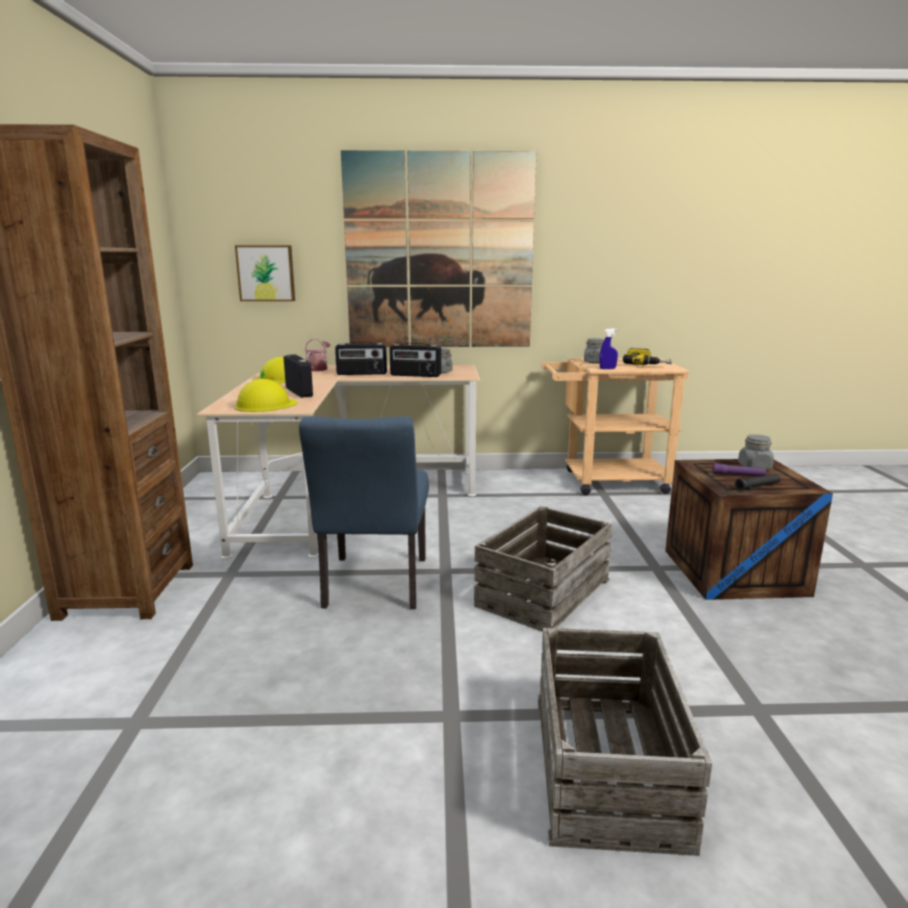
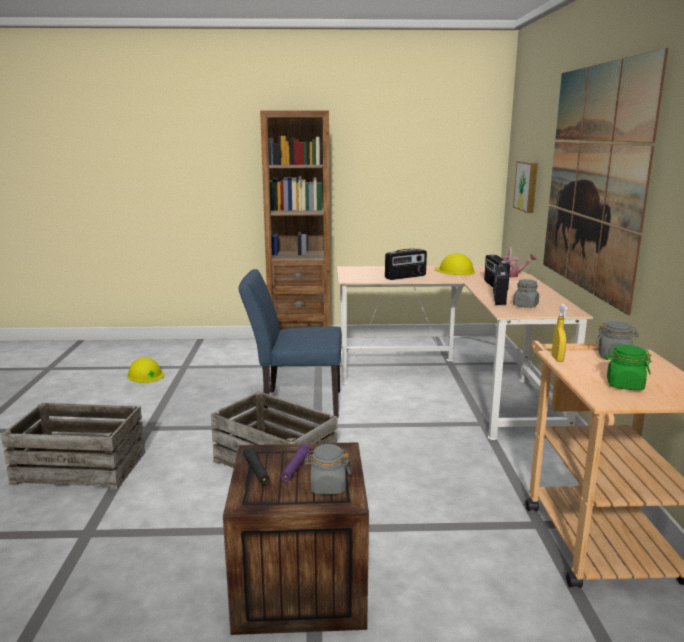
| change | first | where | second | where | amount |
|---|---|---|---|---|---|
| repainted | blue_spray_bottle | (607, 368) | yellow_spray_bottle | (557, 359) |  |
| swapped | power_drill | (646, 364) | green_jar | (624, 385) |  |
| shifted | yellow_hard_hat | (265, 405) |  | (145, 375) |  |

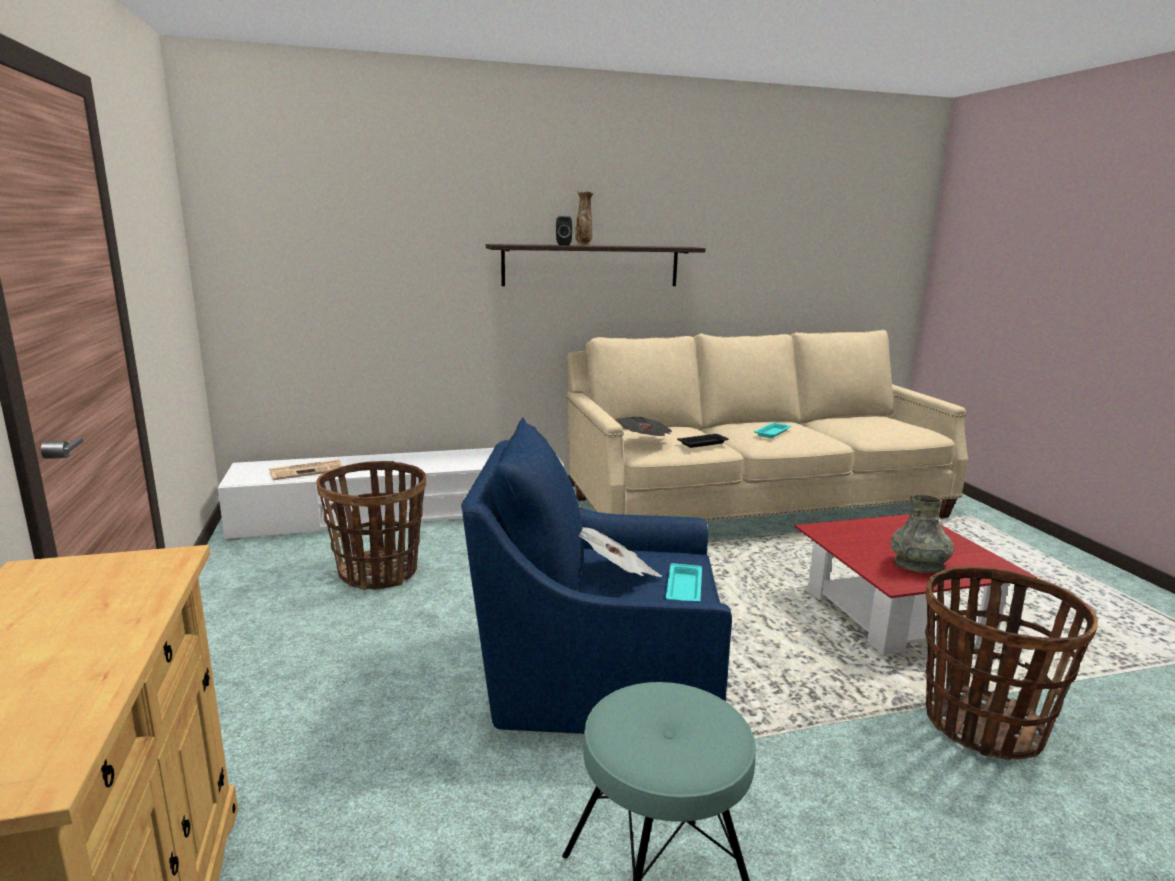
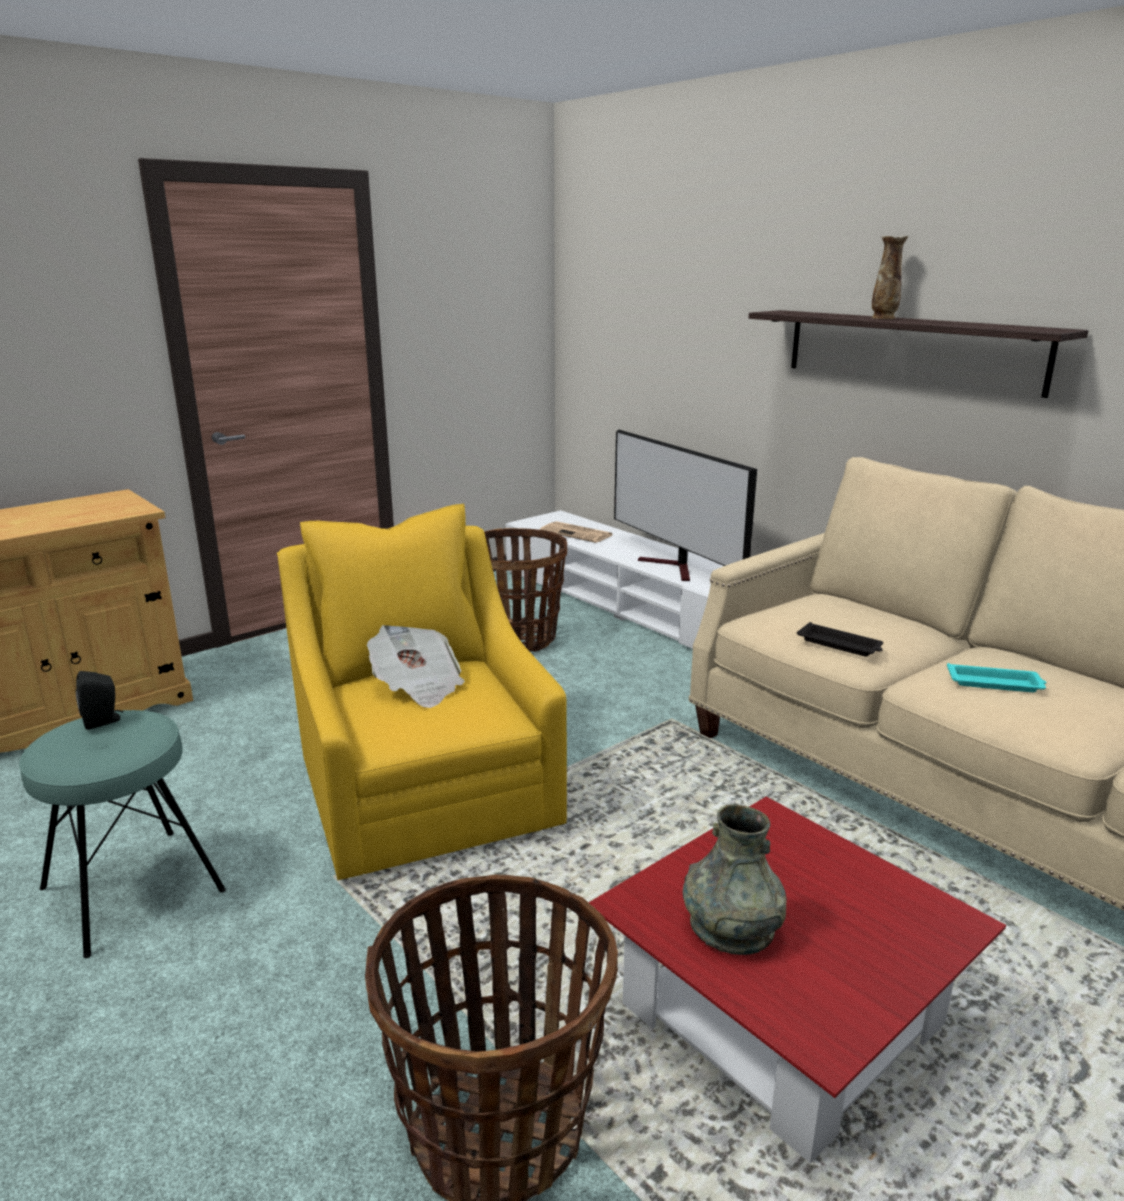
| change | first | where | second | where | amount |
|---|---|---|---|---|---|
| shifted | black_speaker | (563, 245) |  | (103, 721) |  |
| gone | newspaper | (644, 442) |  |  |  |
| repainted | blue_armchair | (596, 674) | yellow_armchair | (424, 787) |  |
| gone | turquoise_tray | (684, 589) |  |  |  |
| new |  |  | television | (675, 568) |  |

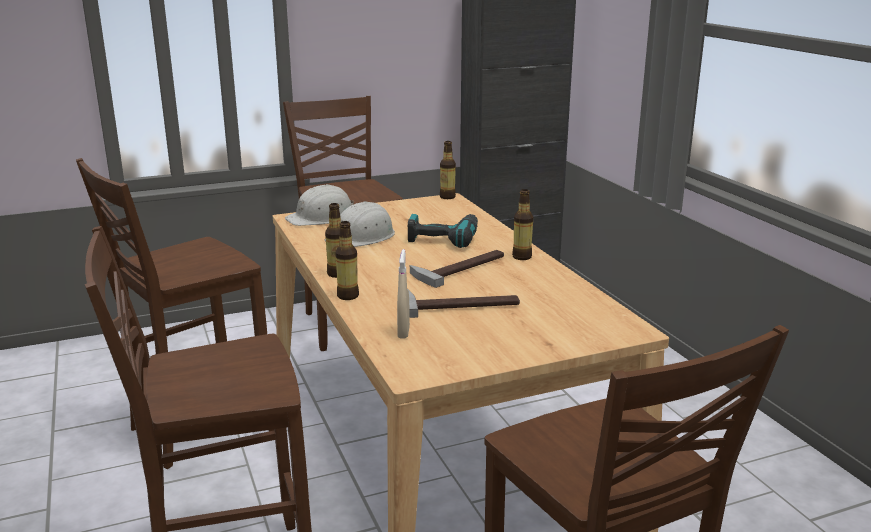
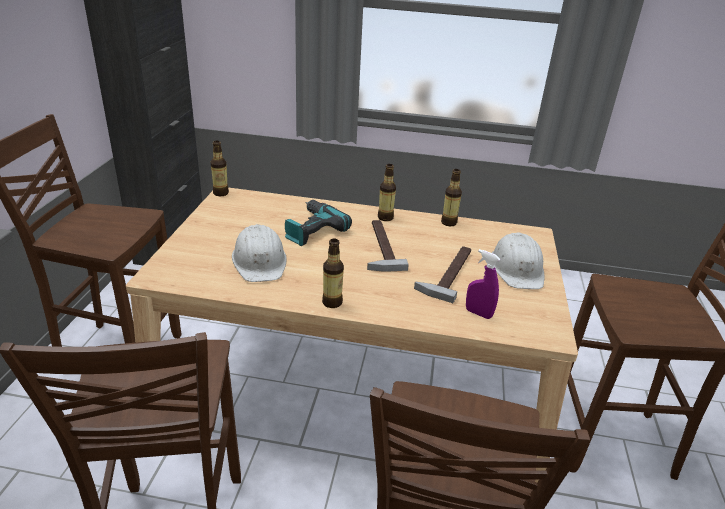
| change | first | where | second | where | amount |
|---|---|---|---|---|---|
| shifted | white_hard_hat | (322, 217) |  | (517, 268) |  |
| shifted | bottle | (348, 296) |  | (448, 222) |  |
| repainted | beige_spray_bottle | (403, 332) | purple_spray_bottle | (478, 313) |  |

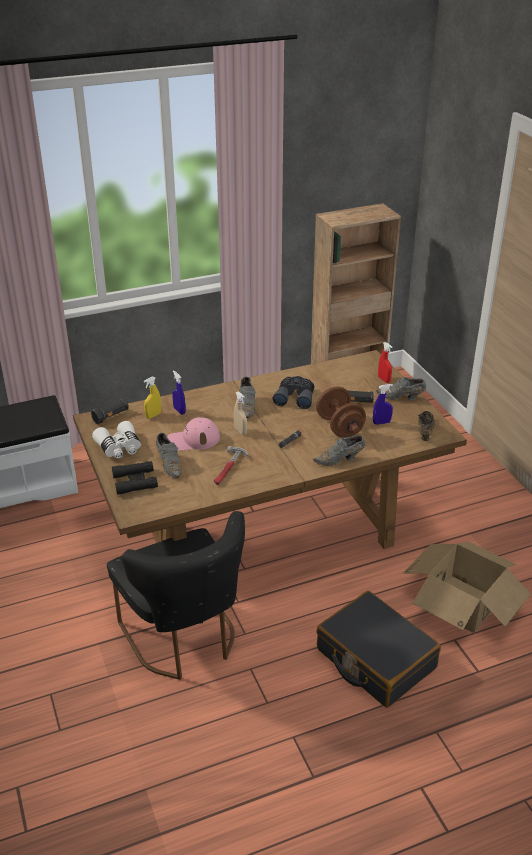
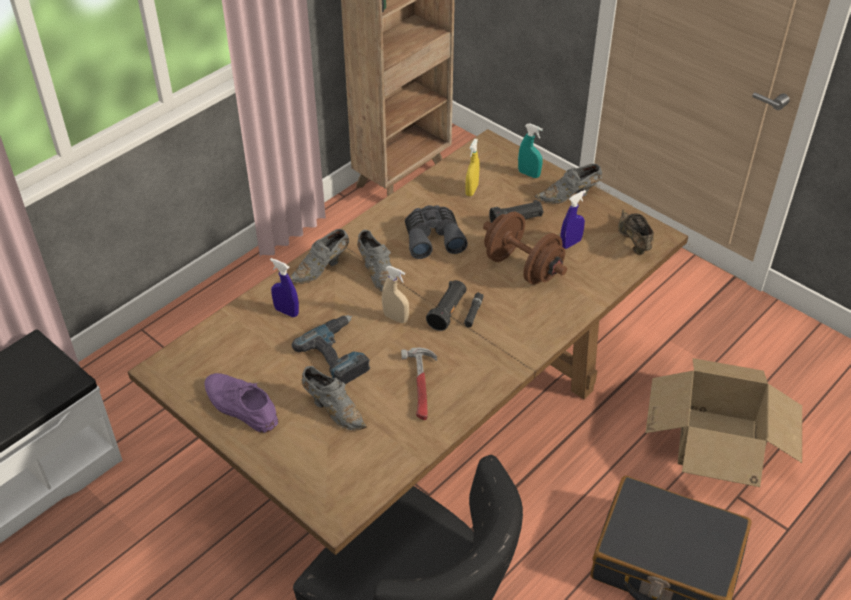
| change | first | where | second | where | amount |
|---|---|---|---|---|---|
| repainted | red_spray_bottle | (384, 380) | turquoise_spray_bottle | (529, 174) |  |
| shifted | yellow_spray_bottle | (153, 415) |  | (471, 190) |  |
| shifted | black_flashlight | (111, 417) |  | (447, 312) |  |
| swapped | pink_cap | (193, 439) | power_drill | (339, 354) |  |
| swapped | white_binoculars | (119, 448) | purple_shoe | (240, 406) |  |
| shifted | grey_shoe | (340, 460) |  | (321, 268) |  |
| gone | black_binoculars | (135, 482) |  |  |  |

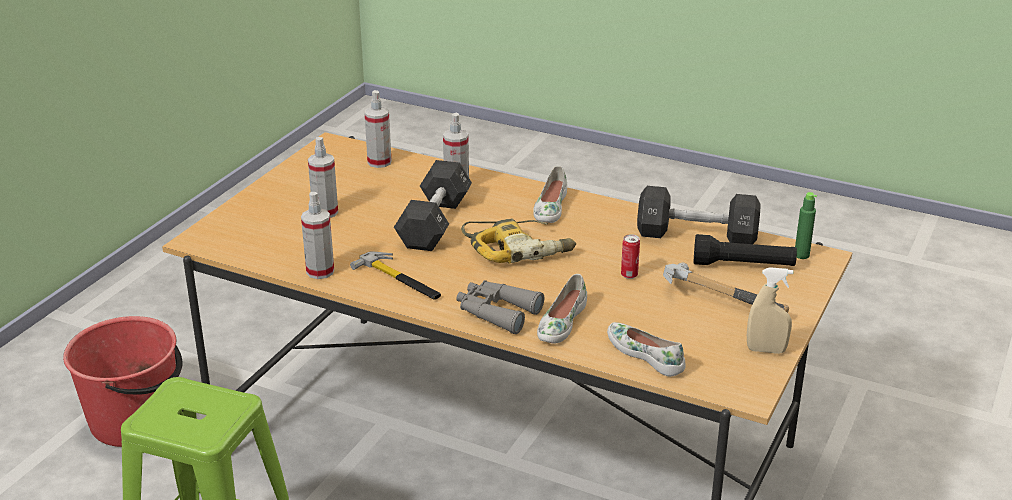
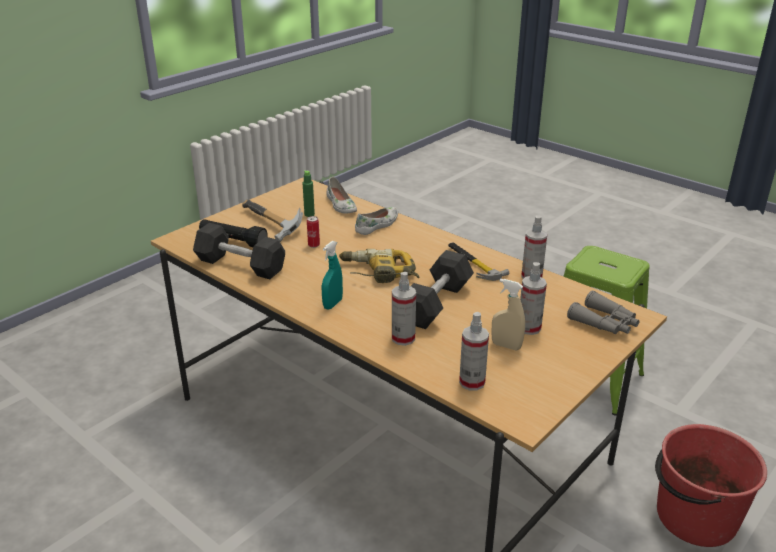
| change | first | where | second | where | amount |
|---|---|---|---|---|---|
| swapped | white_shoe | (550, 207) | turquoise_spray_bottle | (332, 304) |  |
| shifted | green_bottle | (801, 255) |  | (309, 214) |  |
| shifted | beige_spray_bottle | (766, 350) |  | (506, 346) |  |
| shifted | grey_binoculars | (496, 312) |  | (605, 323) |  |

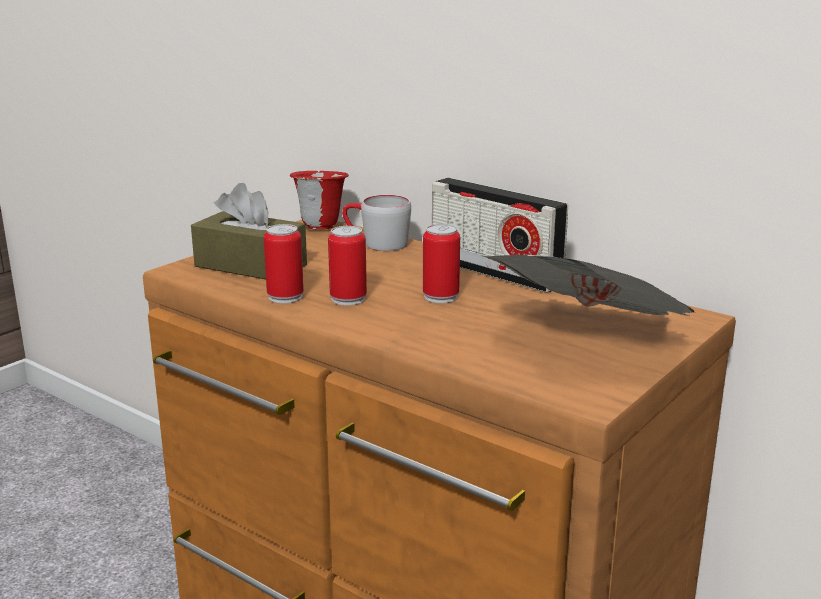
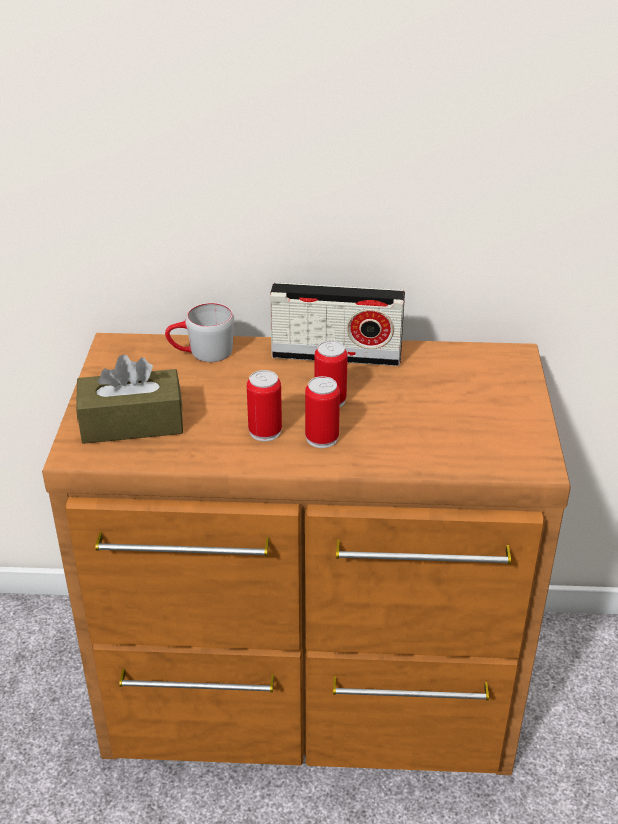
| change | first | where | second | where | amount |
|---|---|---|---|---|---|
| gone | red_mug | (321, 227) |  |  |  |
| shifted | can | (285, 297) |  | (322, 438) |  |
| gone | newspaper | (591, 340) |  |  |  |

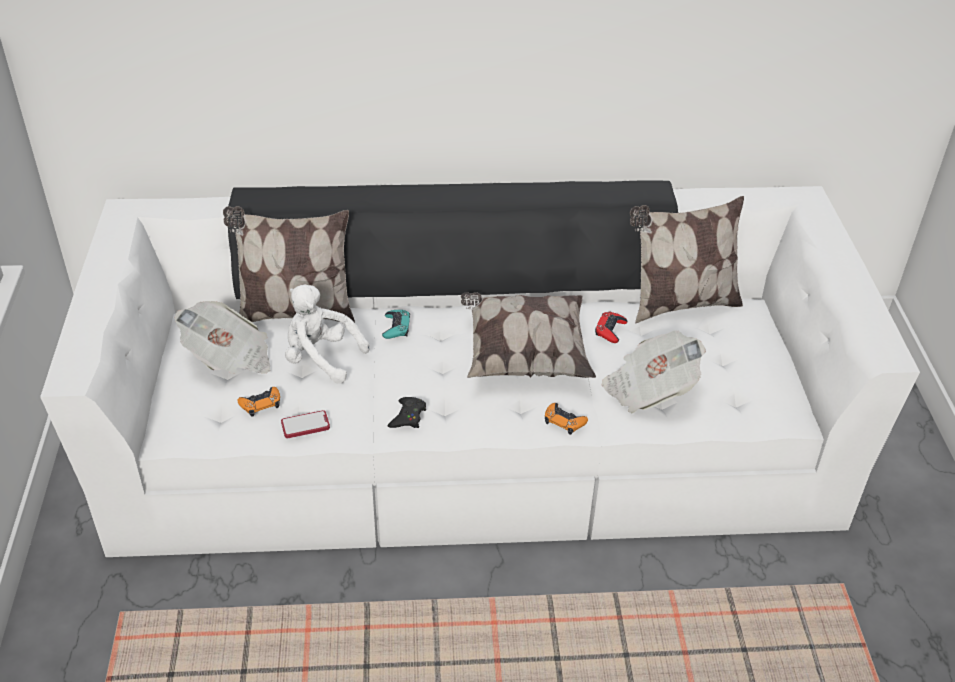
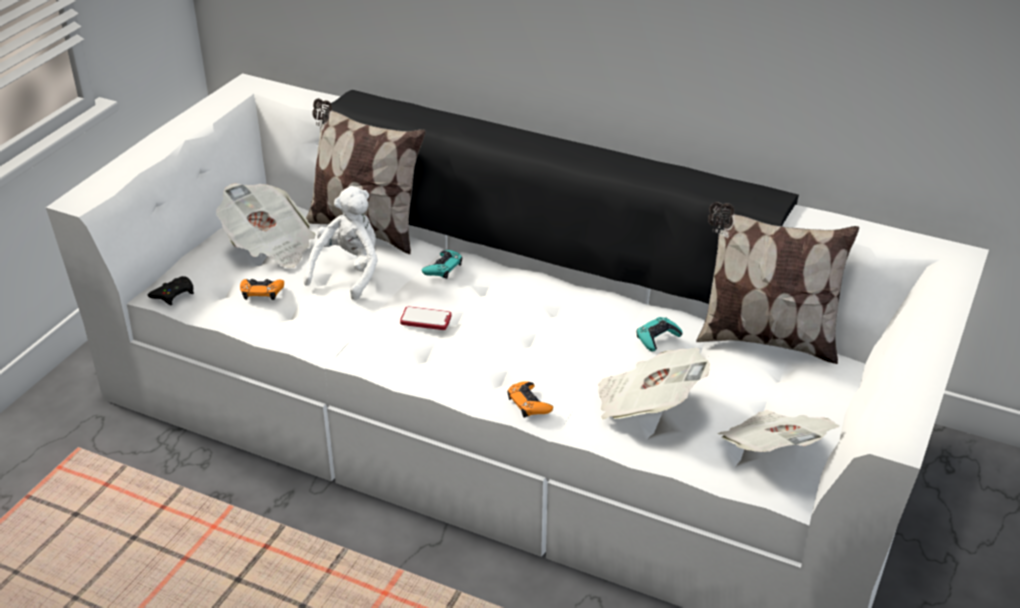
| change | first | where | second | where | amount |
|---|---|---|---|---|---|
| rotated | white_plush_toy | (321, 358) |  | (349, 272) | 60 degrees clockwise |
| gone | pillow | (524, 355) |  |  |  |
| repainted | red_game_controller | (610, 330) | turquoise_game_controller | (657, 338) |  |
| shifted | black_game_controller | (408, 416) |  | (173, 294) |  |
| shifted | phone | (305, 425) |  | (426, 320) |  |
| new |  |  | newspaper | (773, 452) |  |

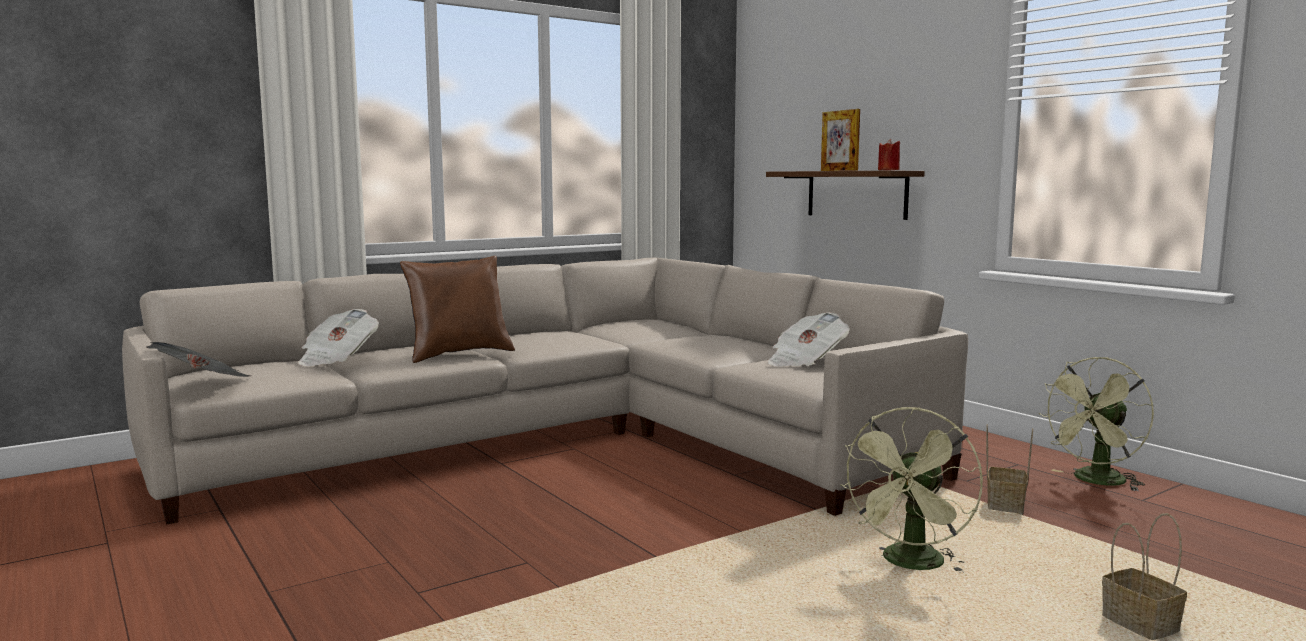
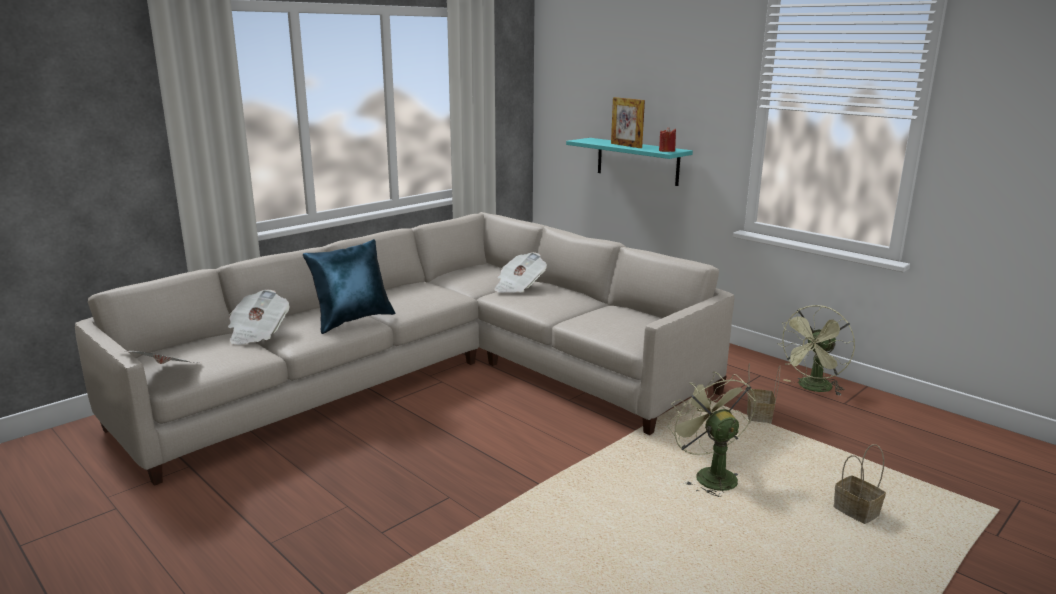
| change | first | where | second | where | amount |
|---|---|---|---|---|---|
| repainted | brown_shelf | (856, 194) | turquoise_shelf | (637, 161) |  |
| repainted | brown_pillow | (459, 354) | blue_pillow | (353, 320) |  |
| shifted | newspaper | (805, 362) |  | (518, 287) |  |
| rotated | green_fan | (911, 565) |  | (709, 475) | 135 degrees clockwise |

